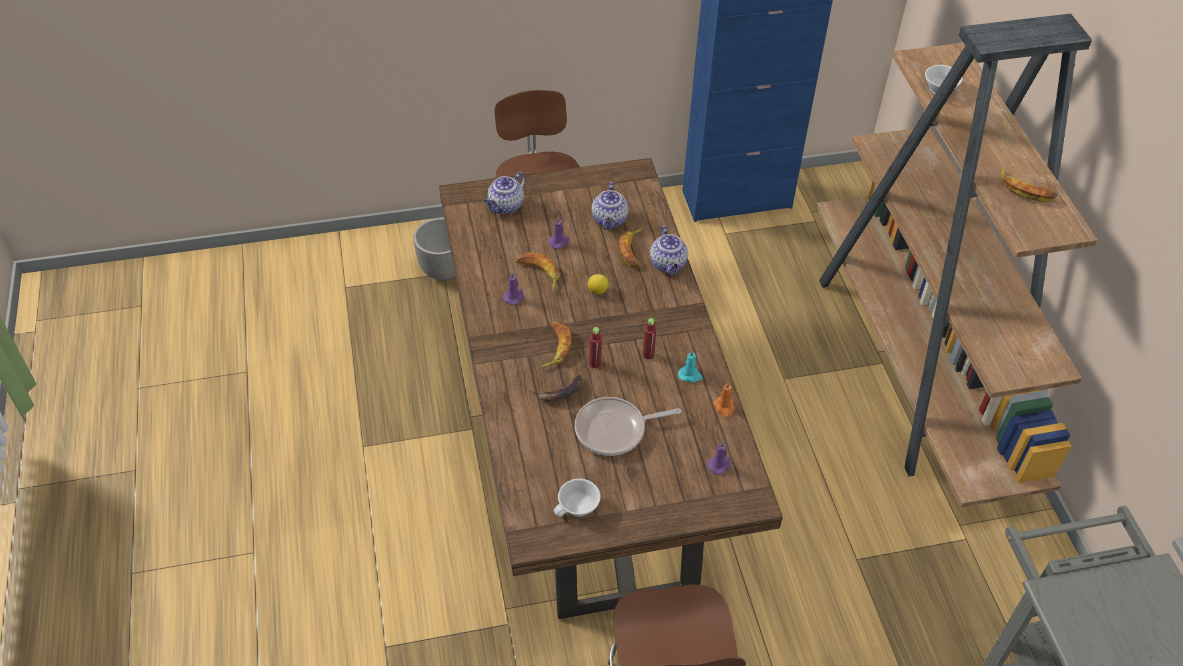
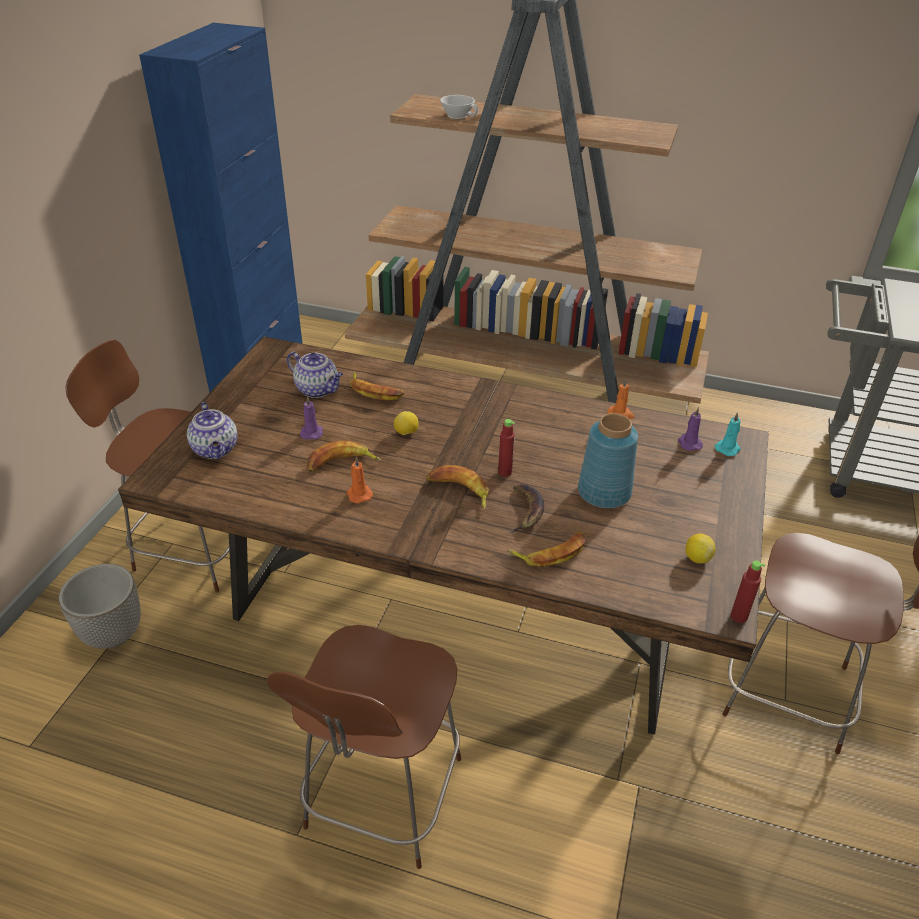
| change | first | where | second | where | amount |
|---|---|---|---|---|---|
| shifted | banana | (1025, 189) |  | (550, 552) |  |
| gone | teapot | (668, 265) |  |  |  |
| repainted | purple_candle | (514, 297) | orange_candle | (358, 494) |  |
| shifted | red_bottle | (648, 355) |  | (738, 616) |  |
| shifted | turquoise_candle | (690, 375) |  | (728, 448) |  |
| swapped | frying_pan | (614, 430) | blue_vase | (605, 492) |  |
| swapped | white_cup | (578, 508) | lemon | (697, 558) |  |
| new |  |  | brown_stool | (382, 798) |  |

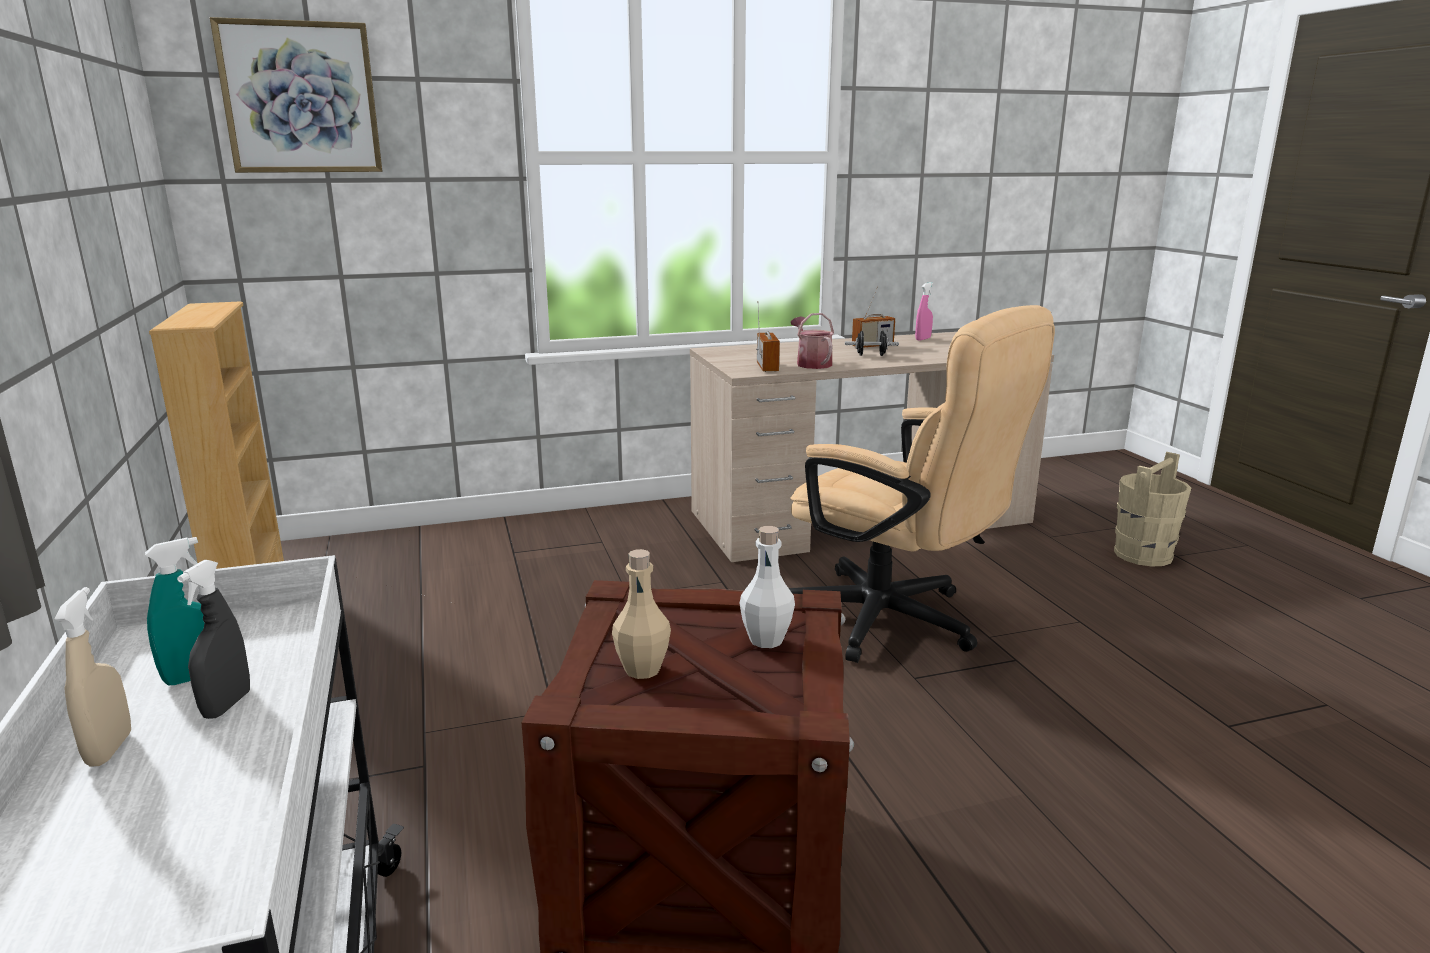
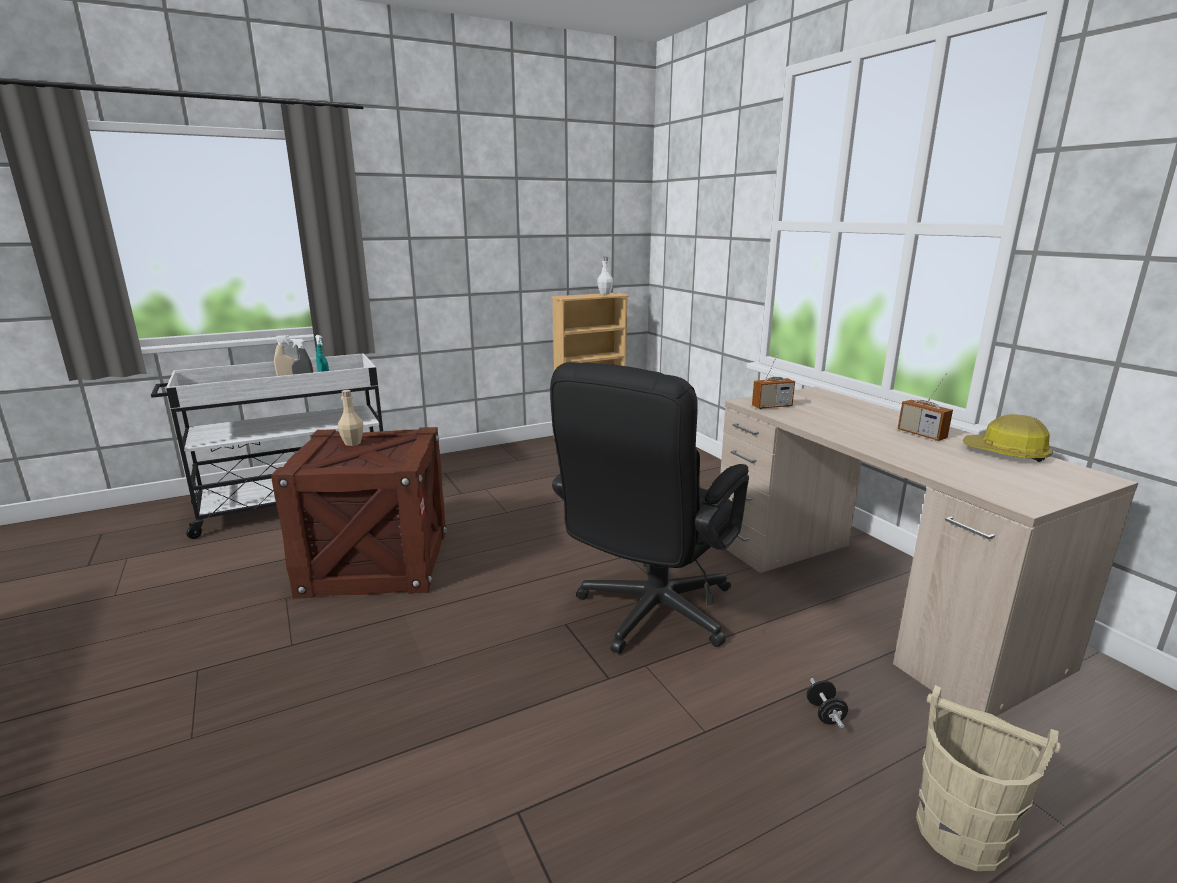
| change | first | where | second | where | amount |
|---|---|---|---|---|---|
| gone | picture | (300, 98) |  |  |  |
| swapped | pink_spray_bottle | (923, 339) | hard_hat | (1005, 454) |  |
| repainted | beige_office_chair | (896, 623) | black_office_chair | (648, 616) |  |
| gone | watering_can | (811, 363) |  |  |  |
| shifted | black_dumbbell | (871, 355) |  | (825, 714) |  |
| shifted | white_bottle | (766, 640) |  | (605, 293) |  |

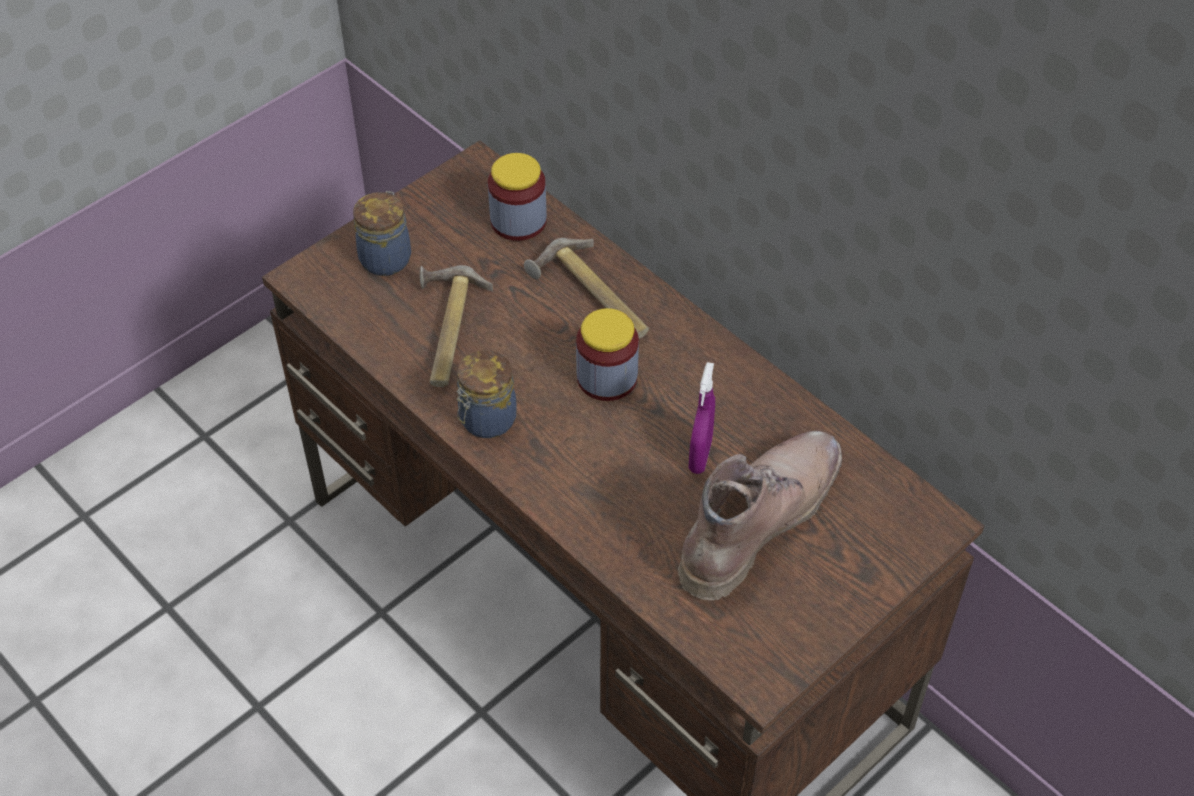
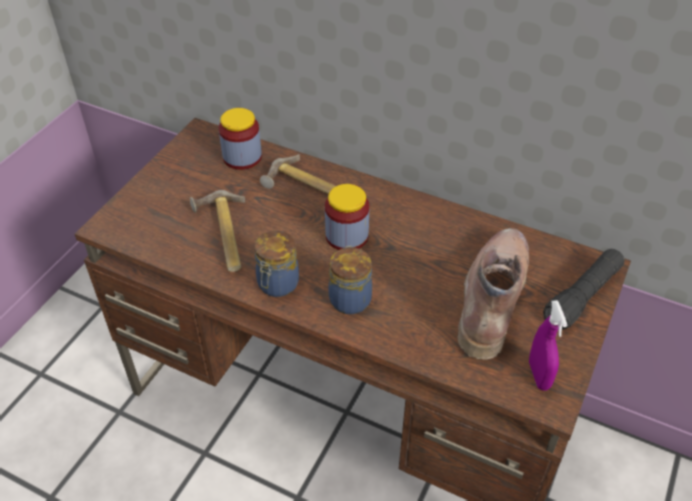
| change | first | where | second | where | amount |
|---|---|---|---|---|---|
| shifted | jar | (386, 257) |  | (350, 298) |  |
| shifted | purple_spray_bottle | (700, 456) |  | (539, 375) |  |
| new |  |  | black_flashlight | (582, 296) |  |

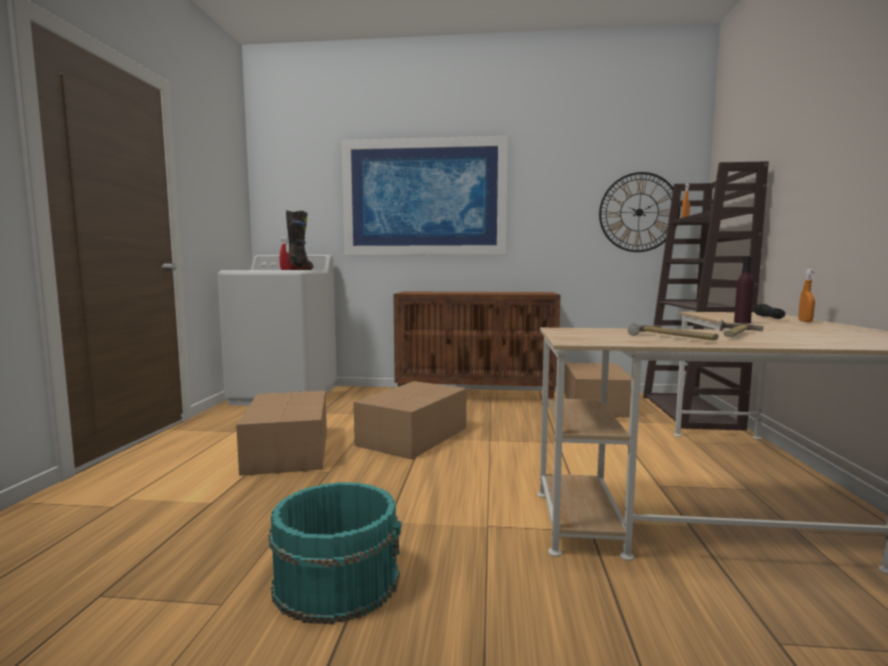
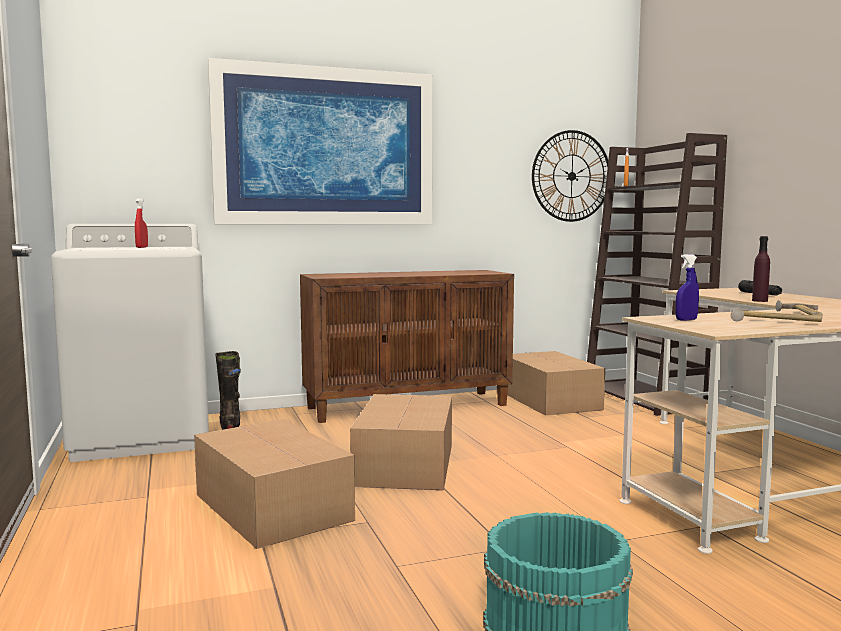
| change | first | where | second | where | amount |
|---|---|---|---|---|---|
| shifted | black_boot | (301, 269) |  | (230, 427) |  |
| gone | orange_spray_bottle | (805, 321) |  |  |  |
| new |  |  | blue_spray_bottle | (686, 320) |  |

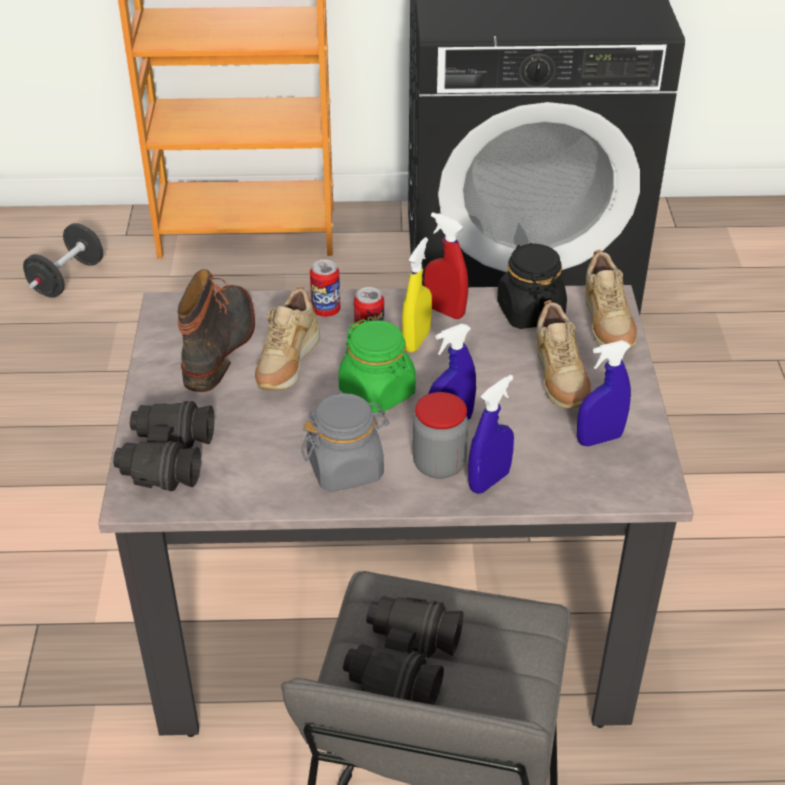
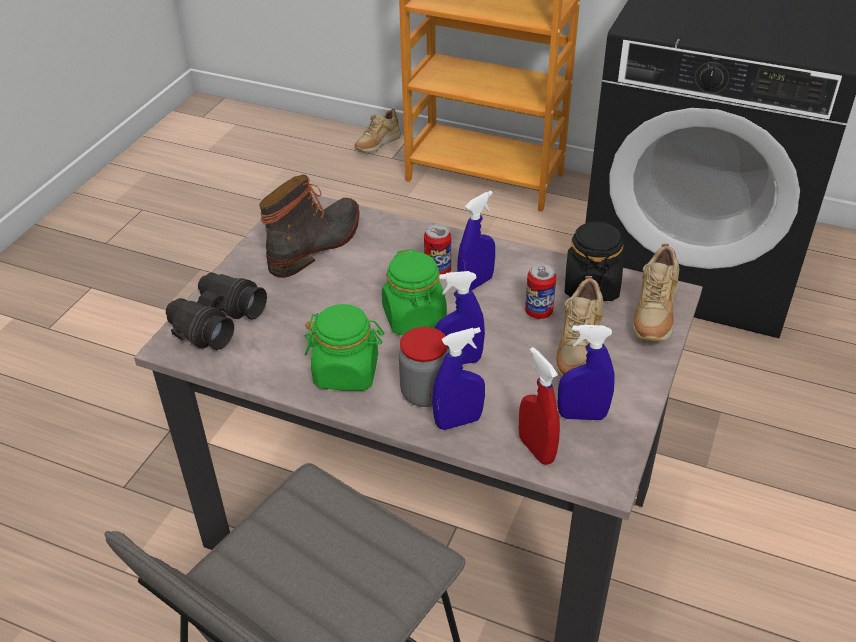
| change | first | where | second | where | amount |
|---|---|---|---|---|---|
| shifted | red_spray_bottle | (444, 311) |  | (536, 449) |  |
| gone | black_dumbbell | (67, 278) |  |  |  |
| repainted | yellow_spray_bottle | (416, 341) | blue_spray_bottle | (476, 283) |  |
| shifted | can | (326, 310) |  | (538, 312) |  |
| shifted | beige_shoe | (286, 366) |  | (377, 145) |  |
| repainted | grey_jar | (346, 468) | green_jar | (347, 372) |  |
| gone | black_binoculars | (402, 664) |  |  |  |

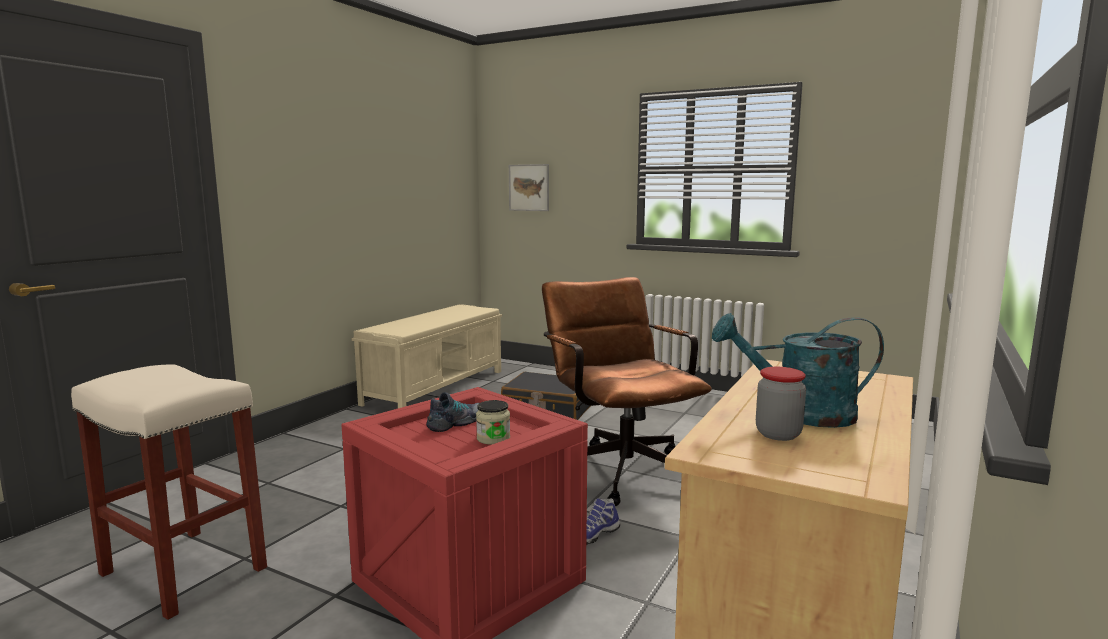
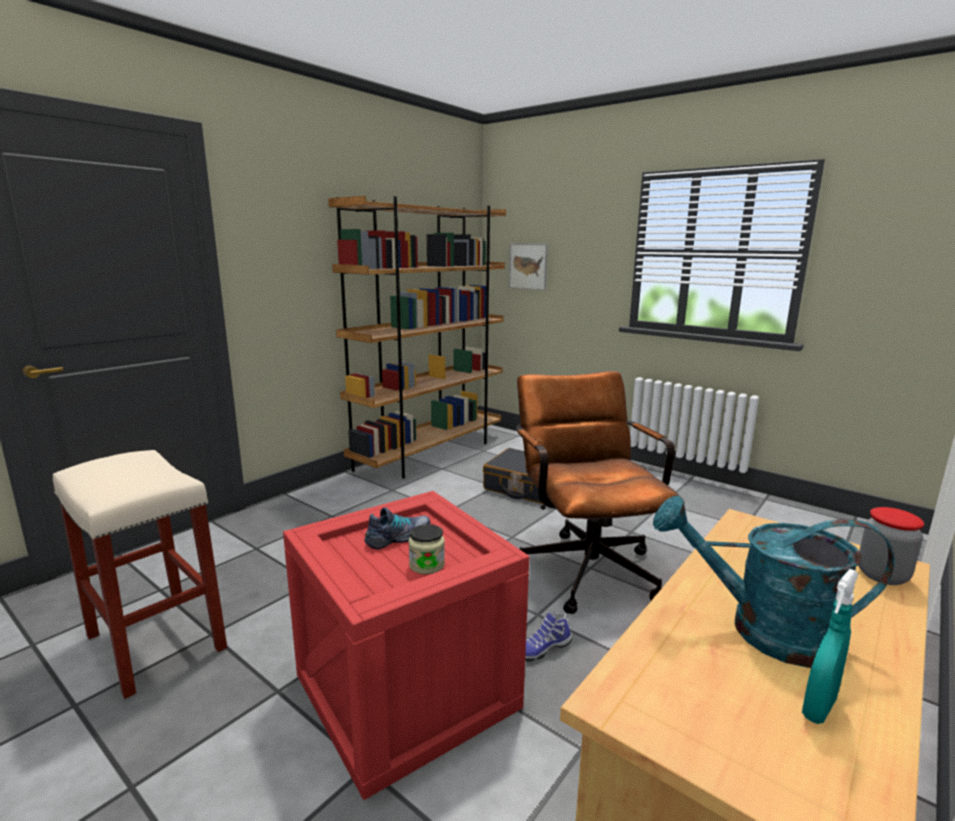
| change | first | where | second | where | amount |
|---|---|---|---|---|---|
| swapped | beige_bench | (436, 387) | brown_bookcase | (430, 453) |  |
| shifted | jar | (778, 434) |  | (882, 575) |  |
| new |  |  | turquoise_spray_bottle | (818, 708) |  |

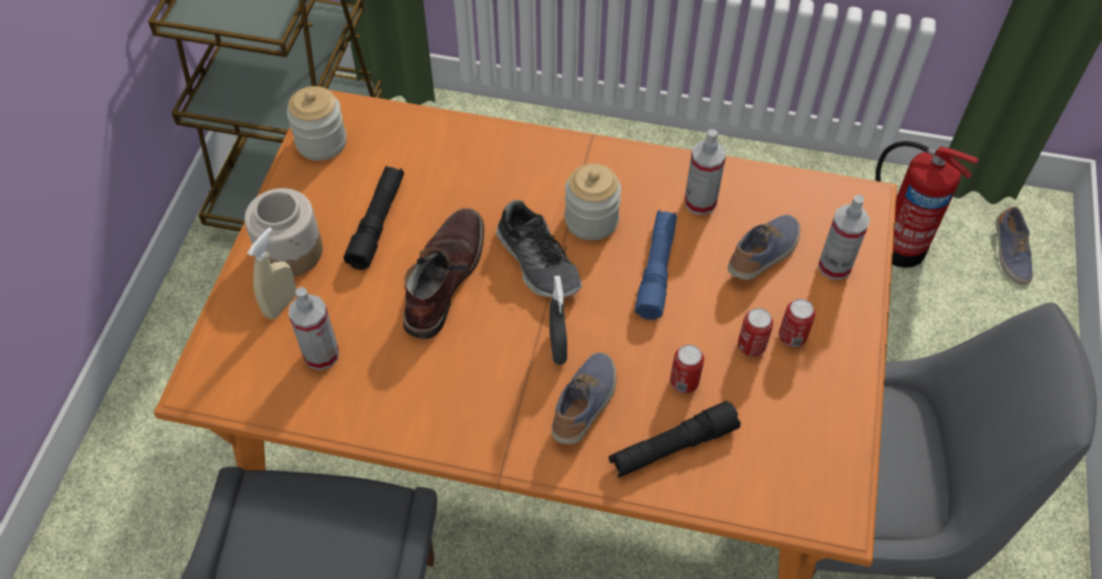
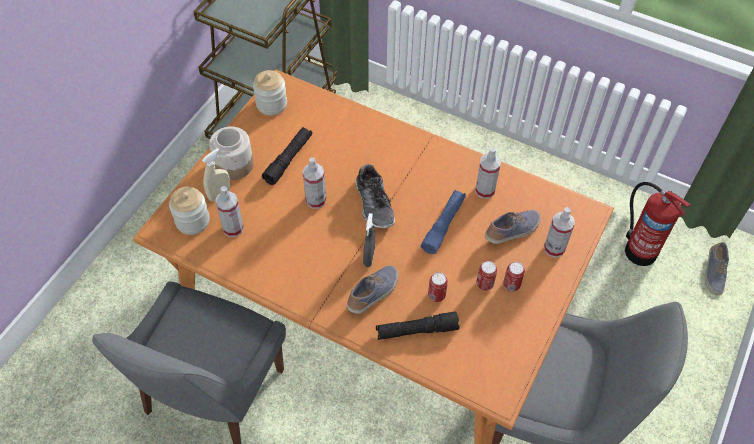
| change | first | where | second | where | amount |
|---|---|---|---|---|---|
| shifted | jar | (591, 220) |  | (192, 221) |  |
| swapped | brown_boot | (442, 278) | spray_bottle | (316, 200) |  |

